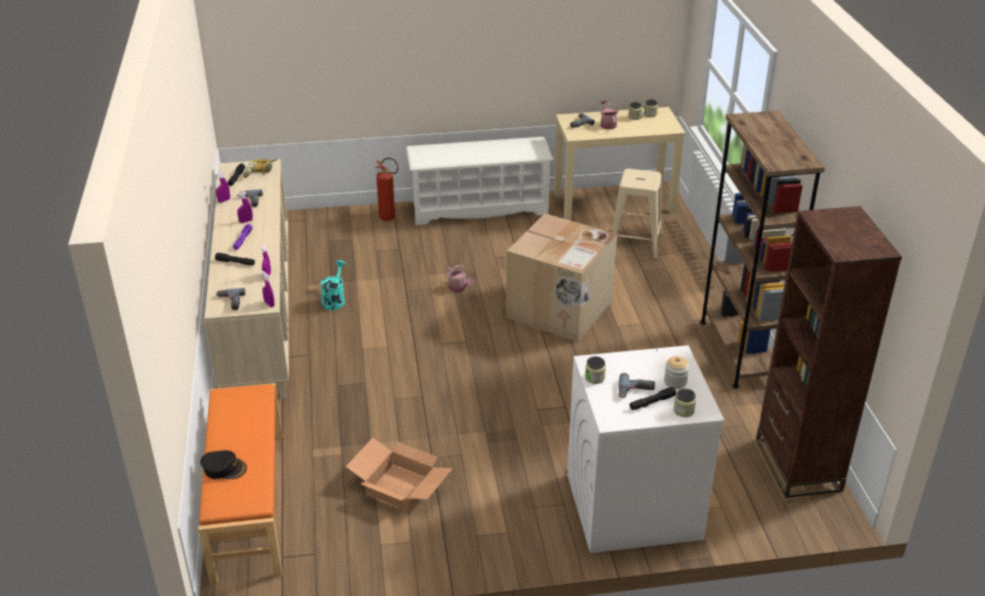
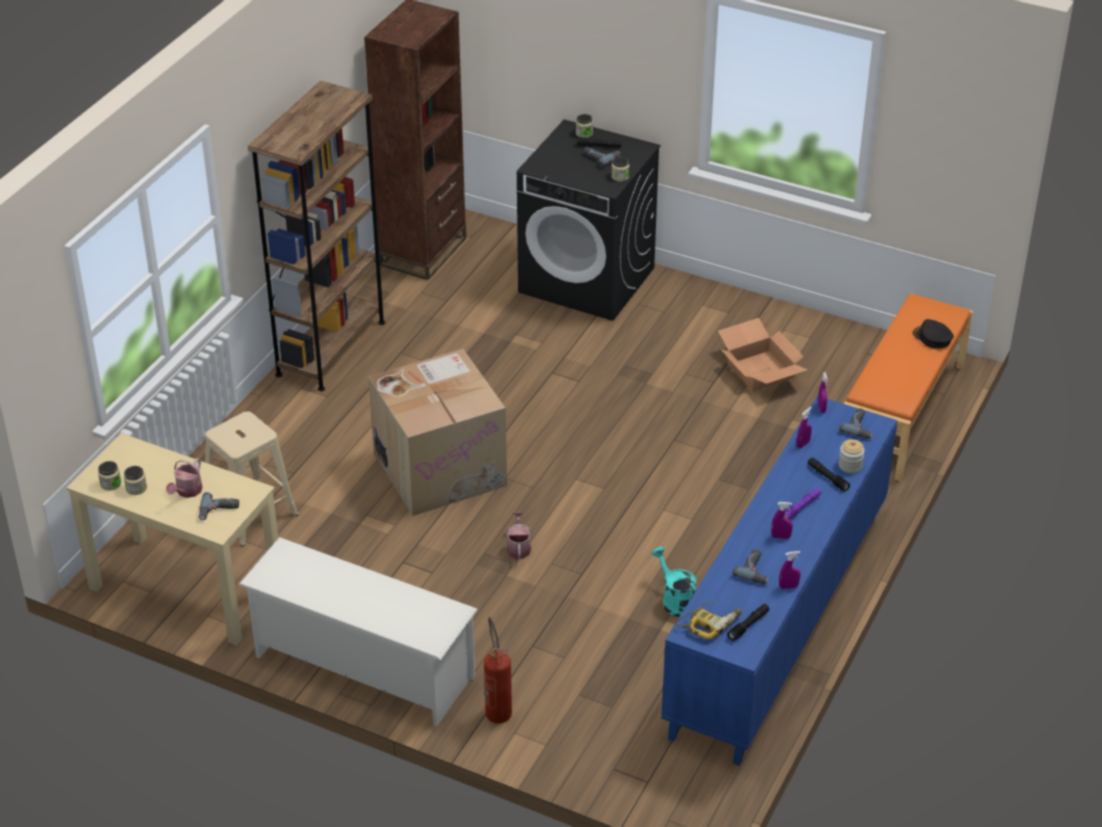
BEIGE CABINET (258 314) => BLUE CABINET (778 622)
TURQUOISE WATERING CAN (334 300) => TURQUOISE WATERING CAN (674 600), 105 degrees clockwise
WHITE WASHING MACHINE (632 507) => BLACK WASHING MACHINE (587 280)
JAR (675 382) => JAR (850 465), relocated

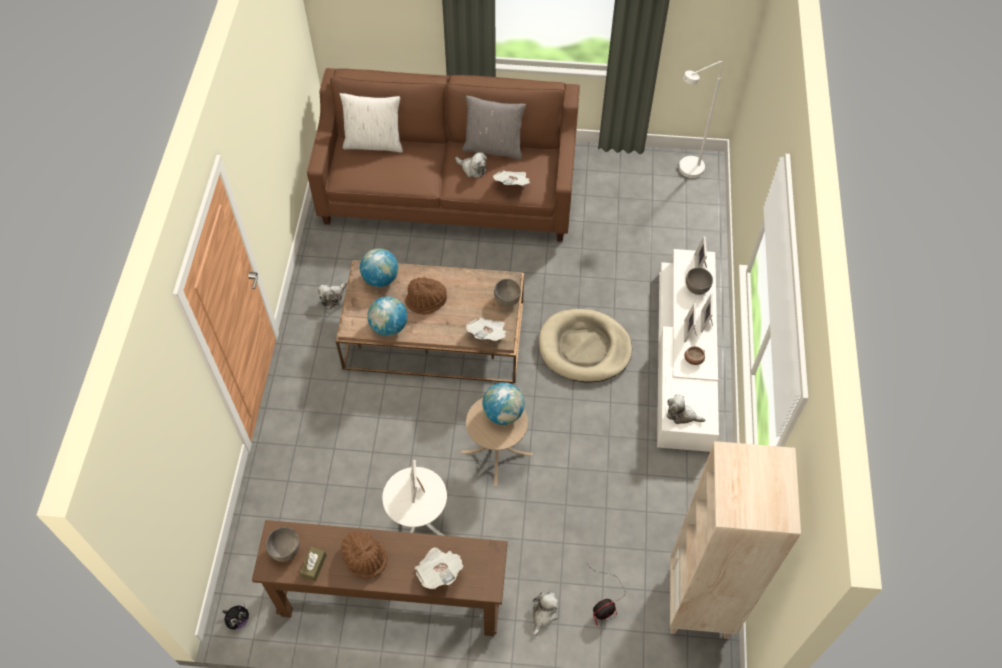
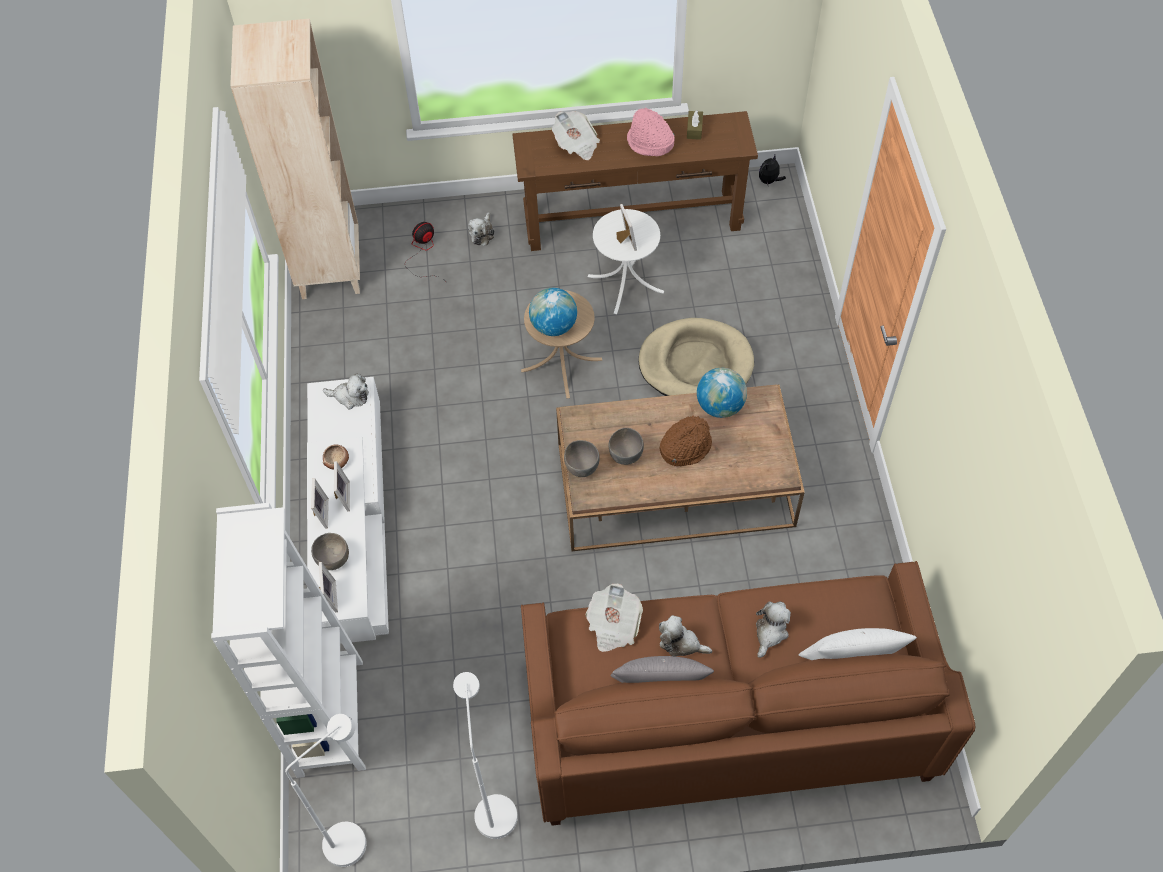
GREY BOWL (285 550) => GREY BOWL (626 455), relocated
PLUSH TOY (333 297) => PLUSH TOY (770 632), relocated
BROWN HAT (365 557) => PINK HAT (649 143)
GLOBE (380 278) => nothing
NEWSPAPER (488 334) => nothing
BEIGE DOG BED (584 348) => BEIGE DOG BED (695 364), relocated
nothing => WHITE BOOKCASE (330 718)
nothing => WHITE FLOOR LAMP (493 805)

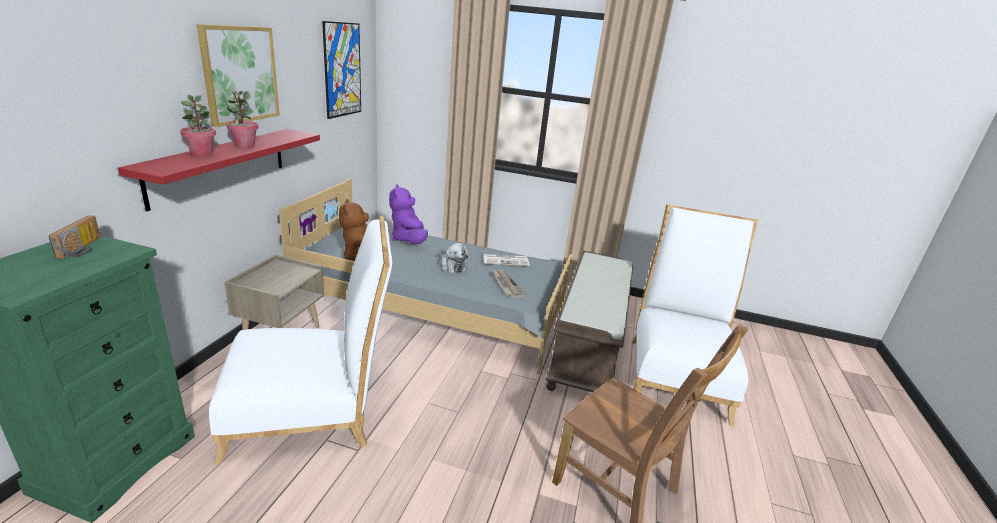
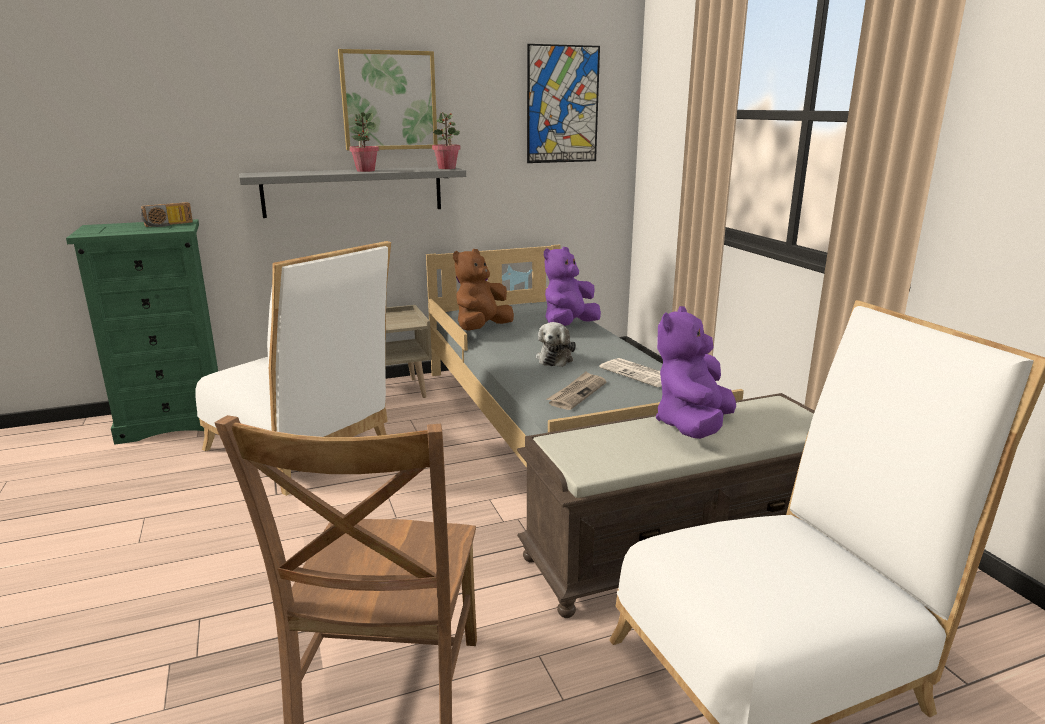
RED SHELF (220 165) => GREY SHELF (353 191)
POTTED PLANT (202 154) => POTTED PLANT (447 168), relocated
nothing => PURPLE PLUSH TOY (692 426)

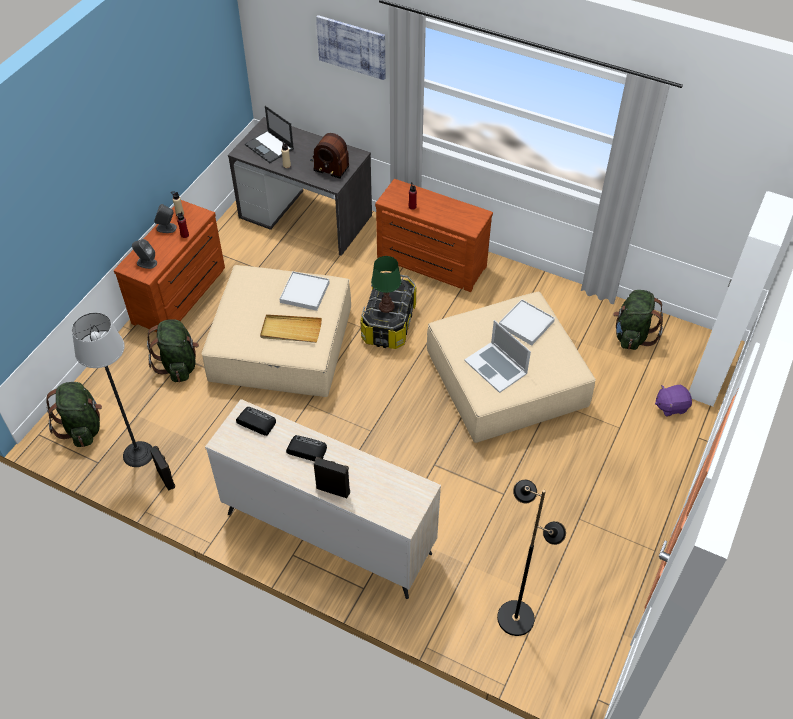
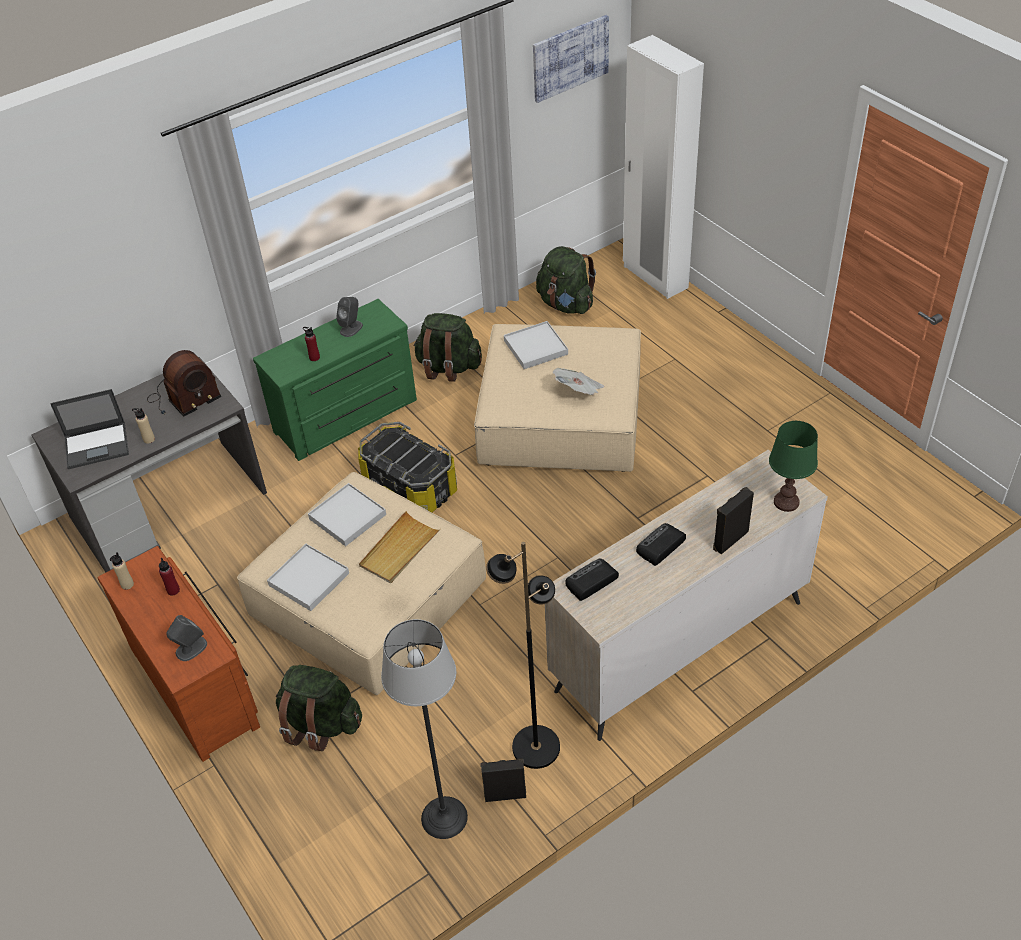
GREEN BACKPACK (83 427) => GREEN BACKPACK (448 367), relocated
GREY SPEAKER (166 228) => GREY SPEAKER (351 328), relocated
PICTURE (352 46) => PICTURE (570 58), relocated
GREEN TABLE LAMP (386 306) => GREEN TABLE LAMP (786 502), relocated
BROWN DRESSER (430 264) => GREEN DRESSER (347 417)
LAPTOP (496 367) => NEWSPAPER (579 391)
BLACK FLOOR LAMP (515 617) => BLACK FLOOR LAMP (535 747), relocated
PURPLE PLUSH TOY (671 406) => nothing
nothing => WHITE TRAY (309 579)

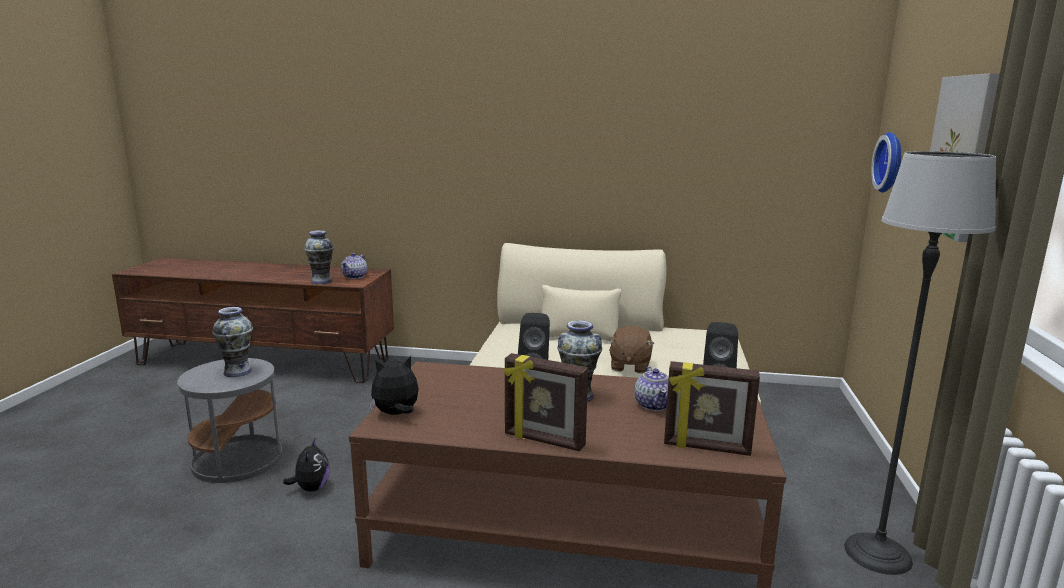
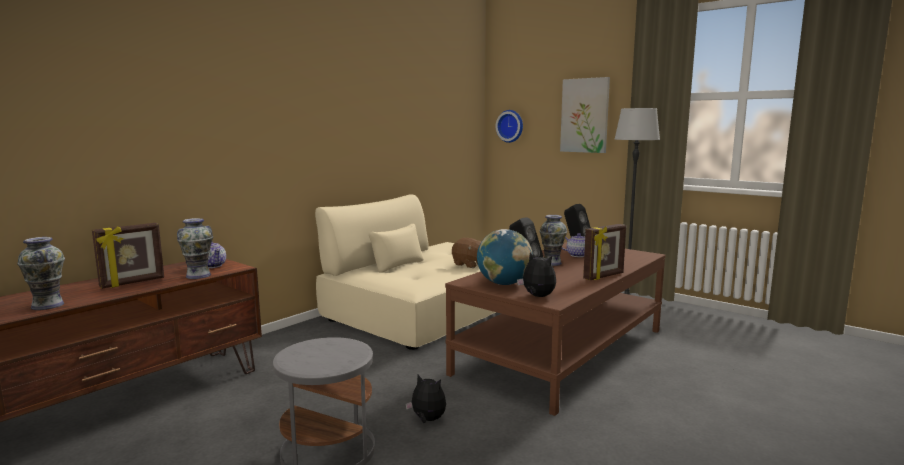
VASE (237 371) => VASE (47 305), relocated
PLUSH TOY (396 414) => PLUSH TOY (537 297), 120 degrees clockwise
PICTURE FRAME (706 448) => PICTURE FRAME (133 283), relocated
nothing => GLOBE (504 284)

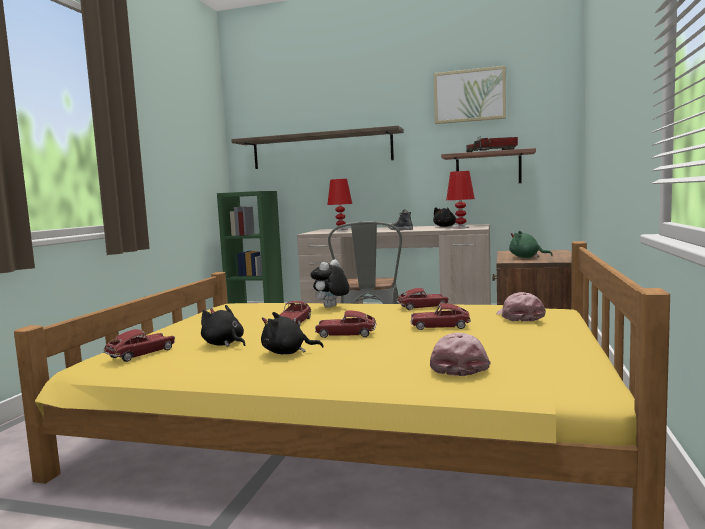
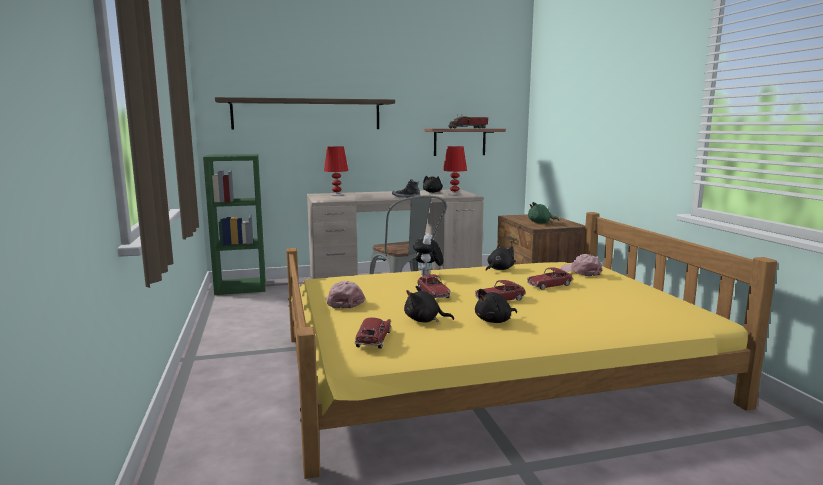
TOY CAR (422 307) => BLACK PLUSH TOY (499 269)
PINK CAP (458 365) => PINK CAP (343 302), relocated
PICTURE (469 96) => nothing

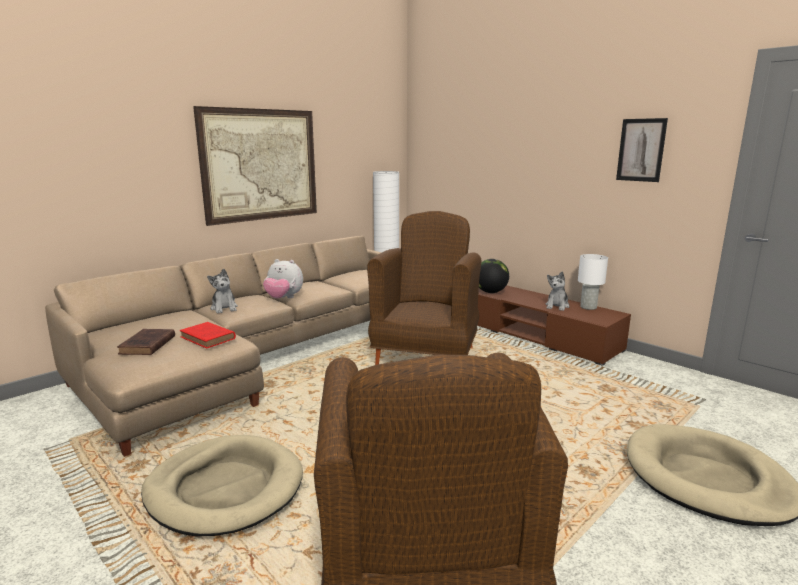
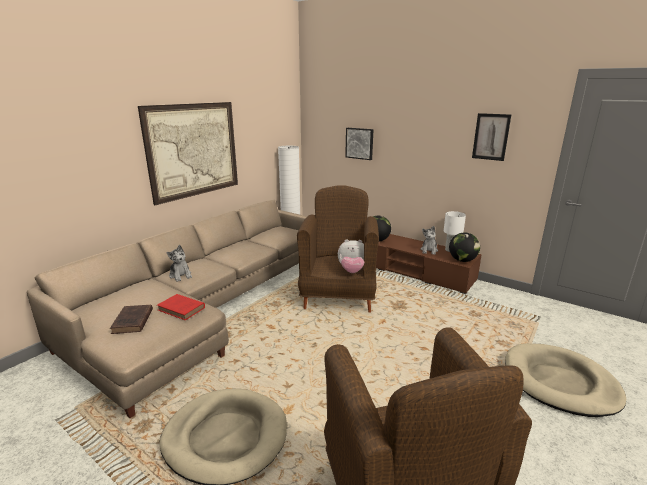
PLUSH TOY (283 298) => PLUSH TOY (352 271), relocated
nothing => PICTURE (359 143)
nothing => GLOBE (462 260)

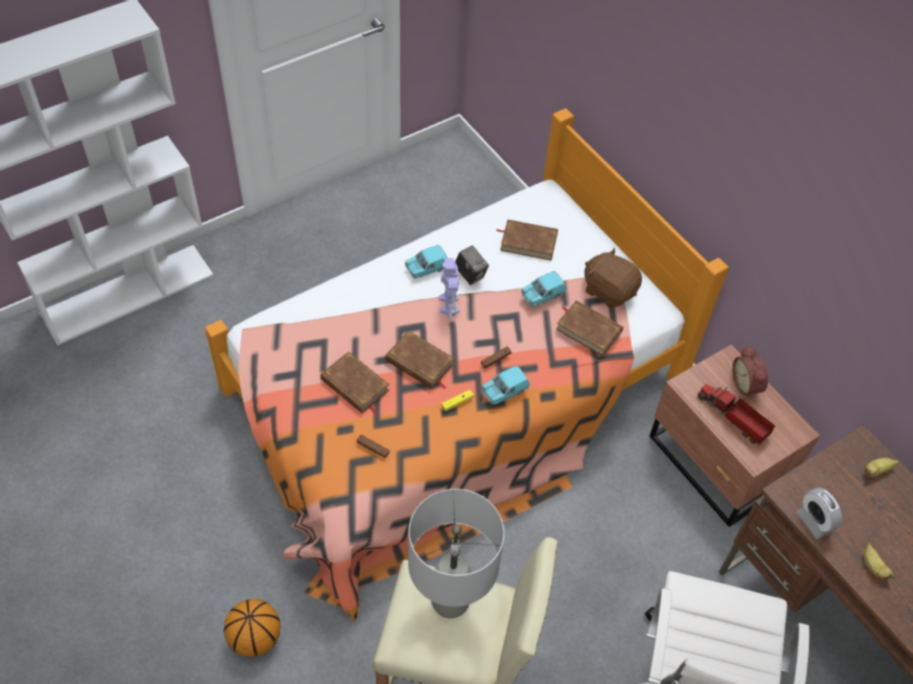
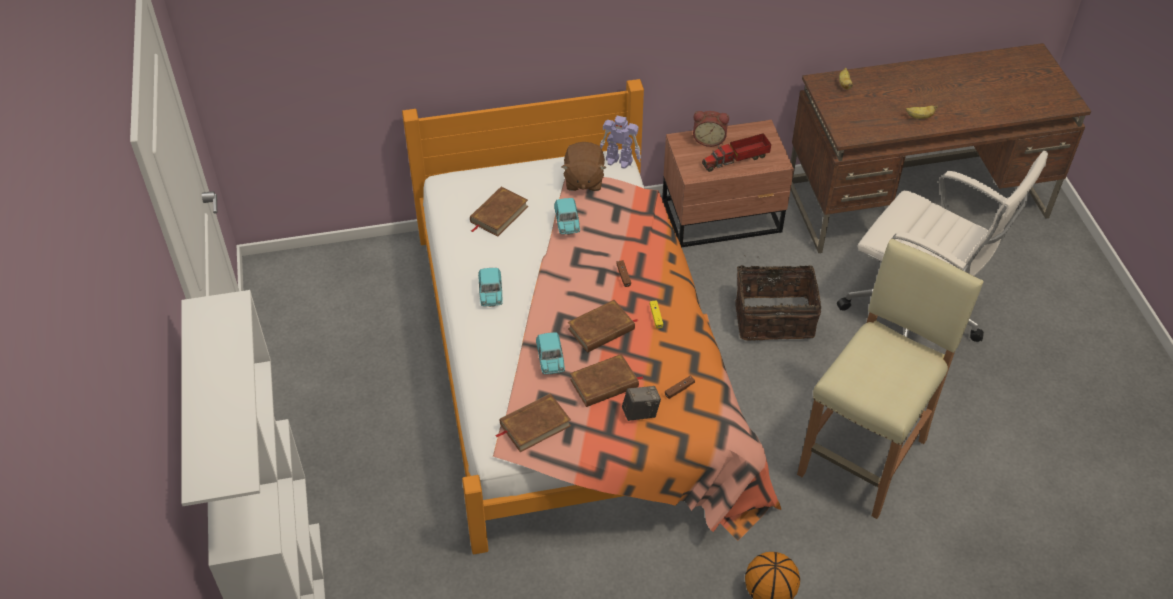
GREY TABLE LAMP (449 601) => nothing
TOY ROBOT (449 305) => TOY ROBOT (619 161), relocated
PHOTO CAMERA (470 274) => PHOTO CAMERA (640 413), relocated
TURQUOISE TOY CAR (504 391) => TURQUOISE TOY CAR (550 360), relocated
BROWN BOOK (588 330) => BROWN BOOK (534 425), relocated
BROWN PLUSH TOY (609 290) => BROWN PLUSH TOY (583 180), 60 degrees counterclockwise
ALARM CLOCK (814 522) => nothing
nothing => BASKET (773 316)

